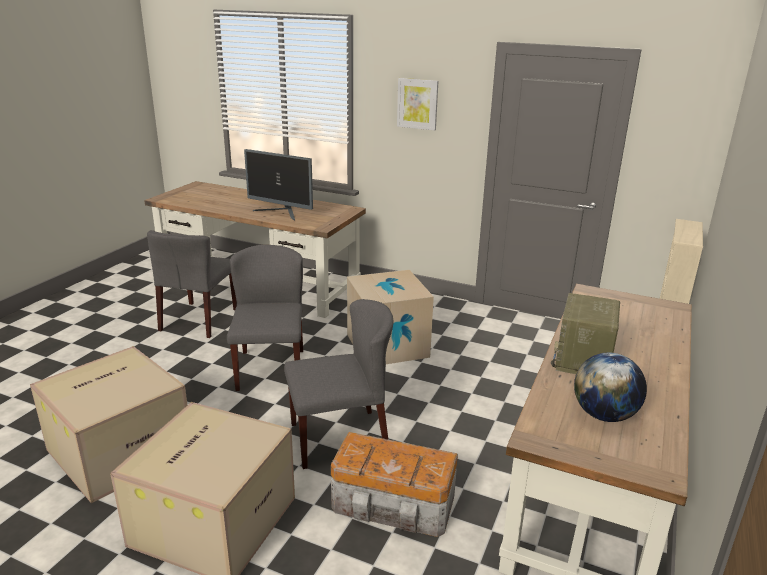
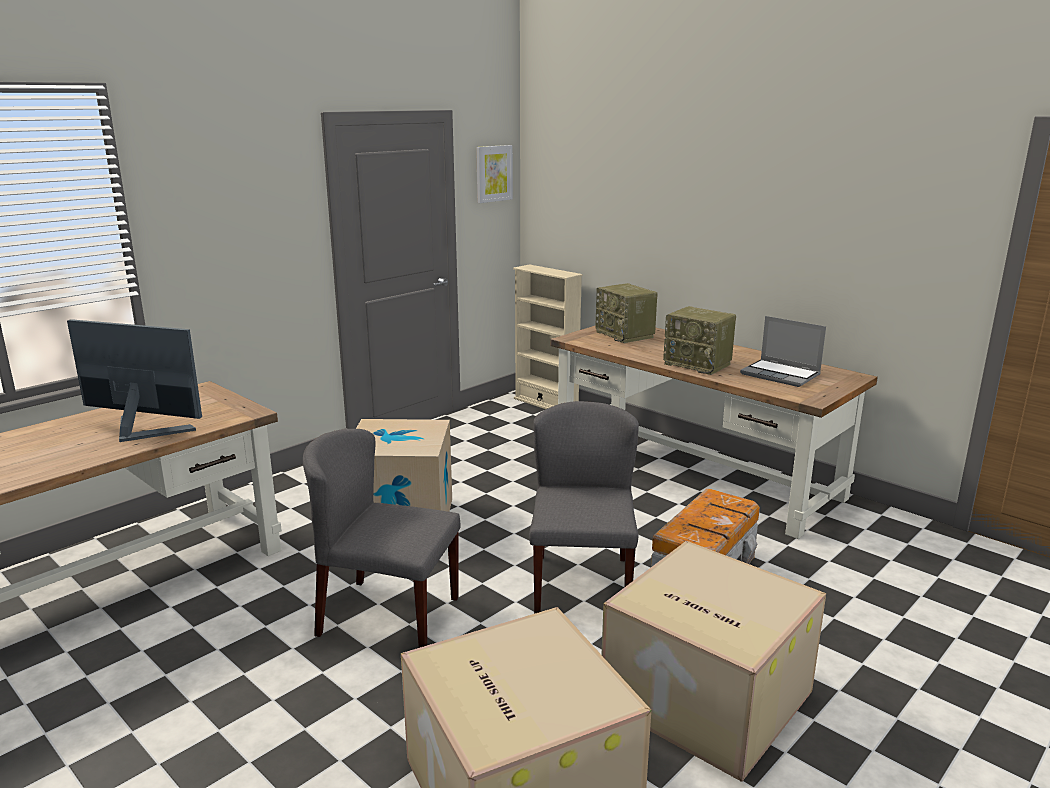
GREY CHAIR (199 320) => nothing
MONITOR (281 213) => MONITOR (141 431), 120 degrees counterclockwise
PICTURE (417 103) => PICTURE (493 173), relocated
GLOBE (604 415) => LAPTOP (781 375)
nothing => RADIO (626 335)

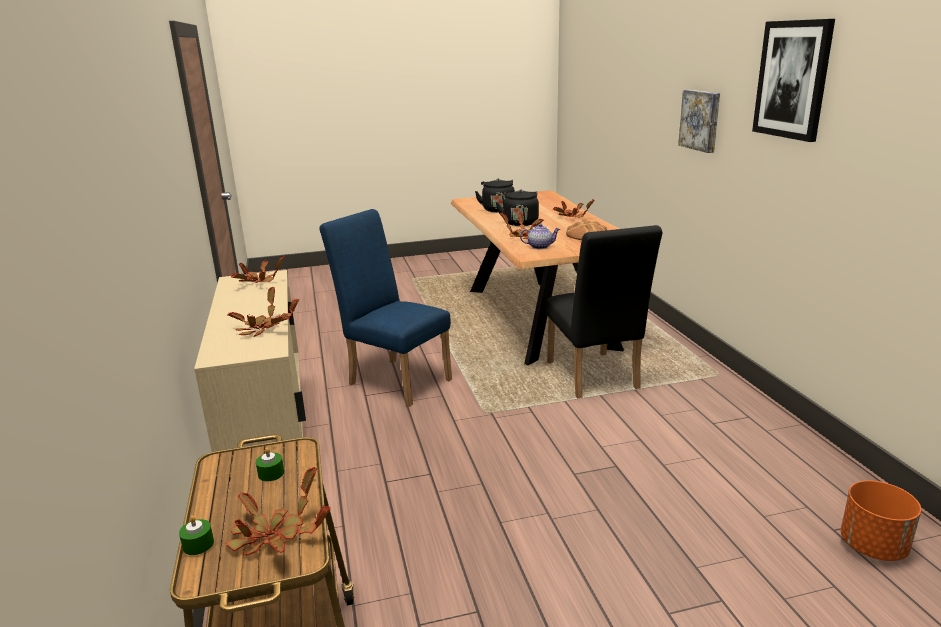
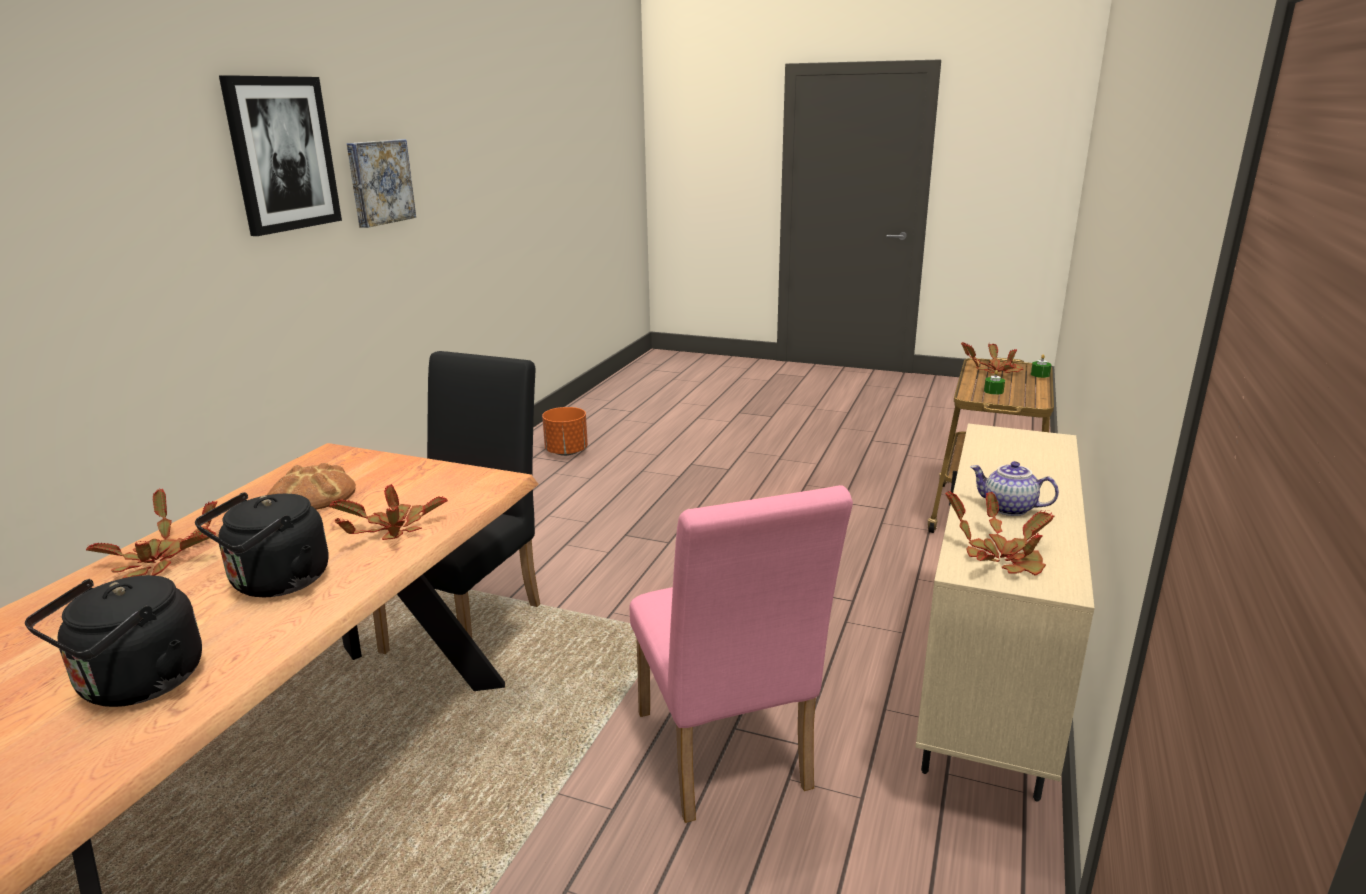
POTTED PLANT (263 328) => nothing
BLUE CHAIR (395 379) => PINK CHAIR (725 760)
TEAPOT (540 246) => TEAPOT (1008 509), relocated
PICTURE (701 120) => PICTURE (379 182), relocated

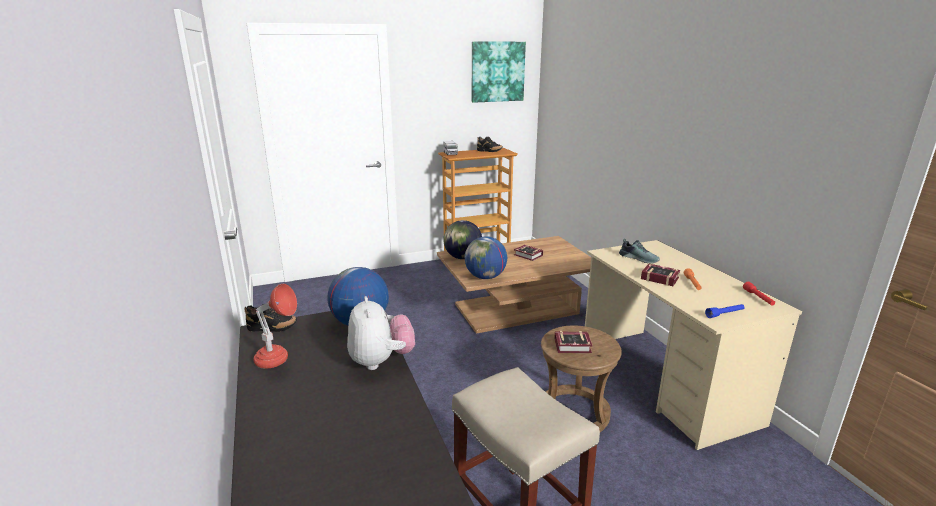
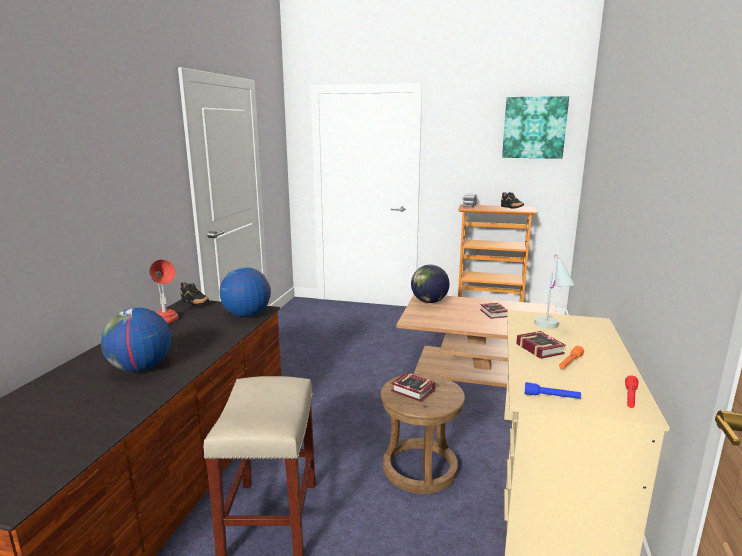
PLUSH TOY (381 361) => nothing
GLOBE (485 277) => GLOBE (140 368), relocated
SHOE (639 258) => WHITE TABLE LAMP (551 328)

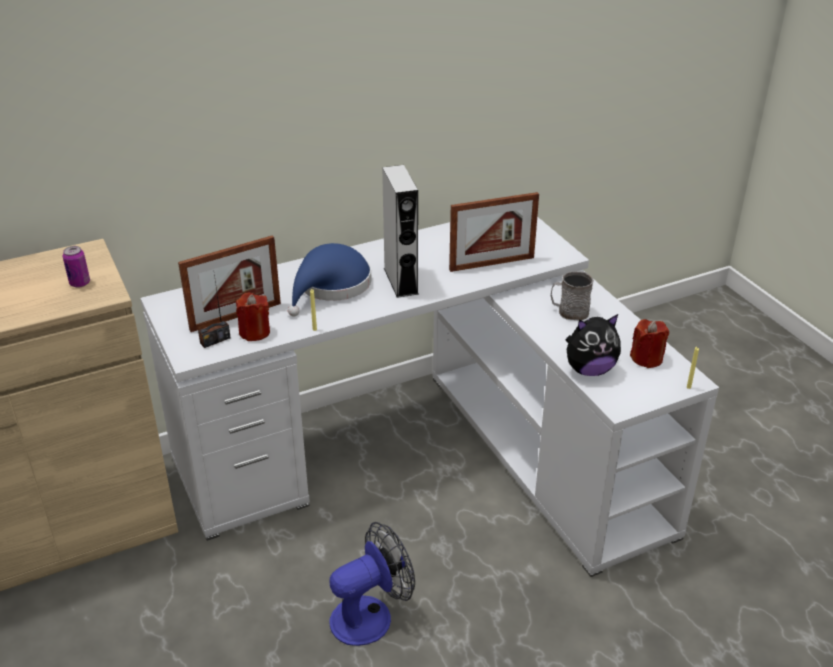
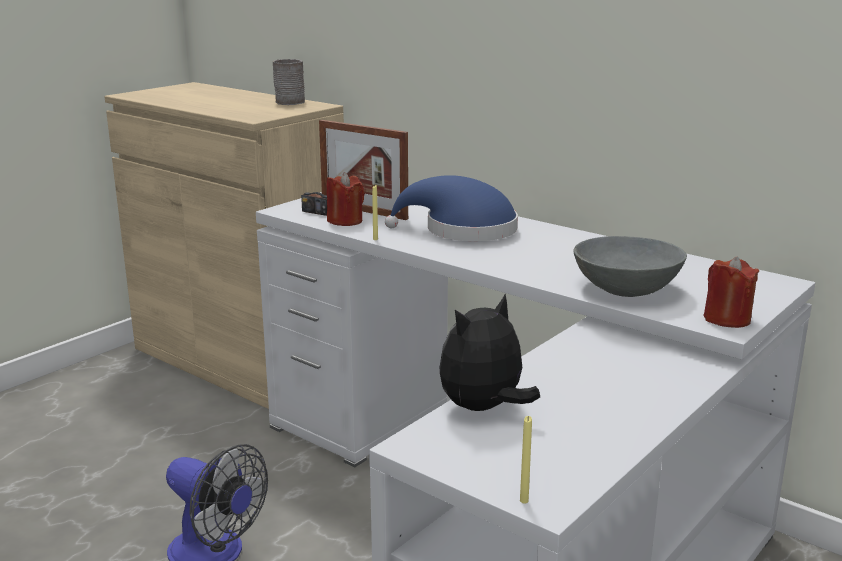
CAN (80 283) => nothing
GREY SPEAKER (401 281) => nothing
PICTURE FRAME (492 263) => GREY BOWL (627 289)
GREY MUG (569 312) => GREY MUG (289 101), relocated
PLUSH TOY (589 369) => PLUSH TOY (483 409), 90 degrees clockwise
RED CANDLE (647 358) => RED CANDLE (727 319), relocated

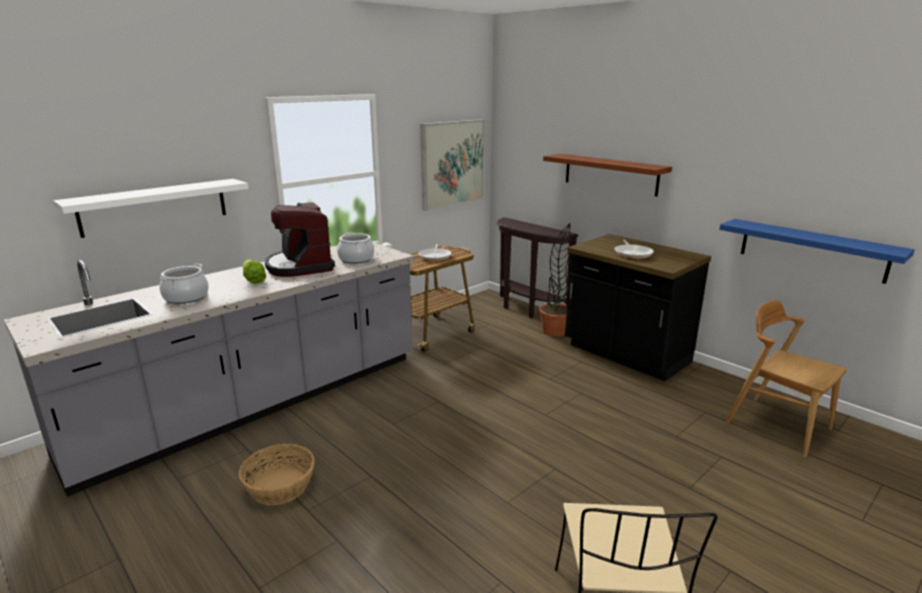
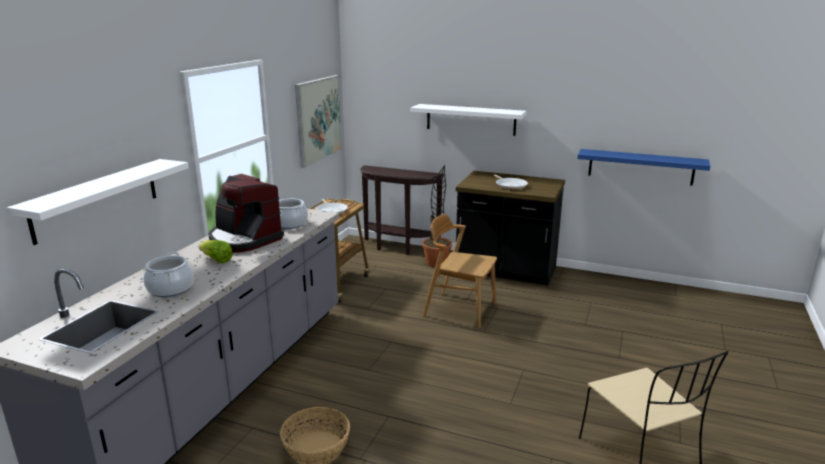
BROWN SHELF (610 174) => WHITE SHELF (470 119)
BROWN CHAIR (777 425) => BROWN CHAIR (459 309), relocated

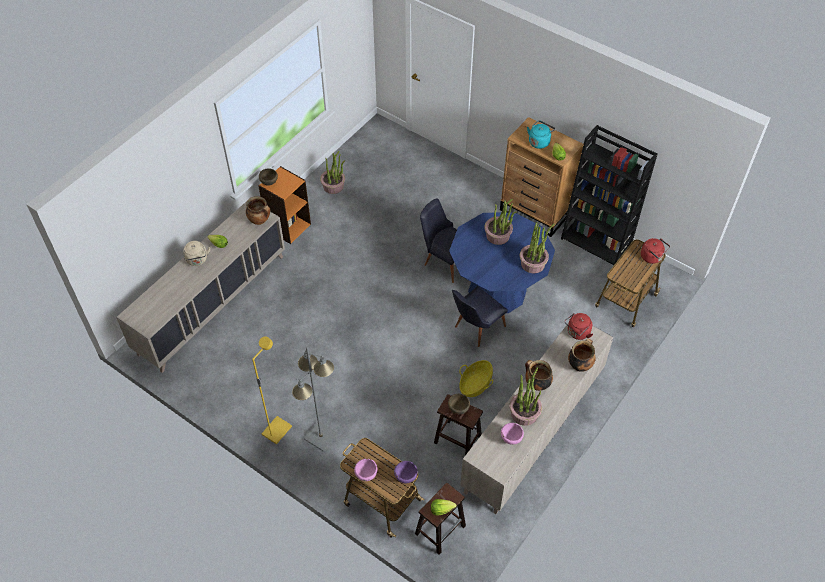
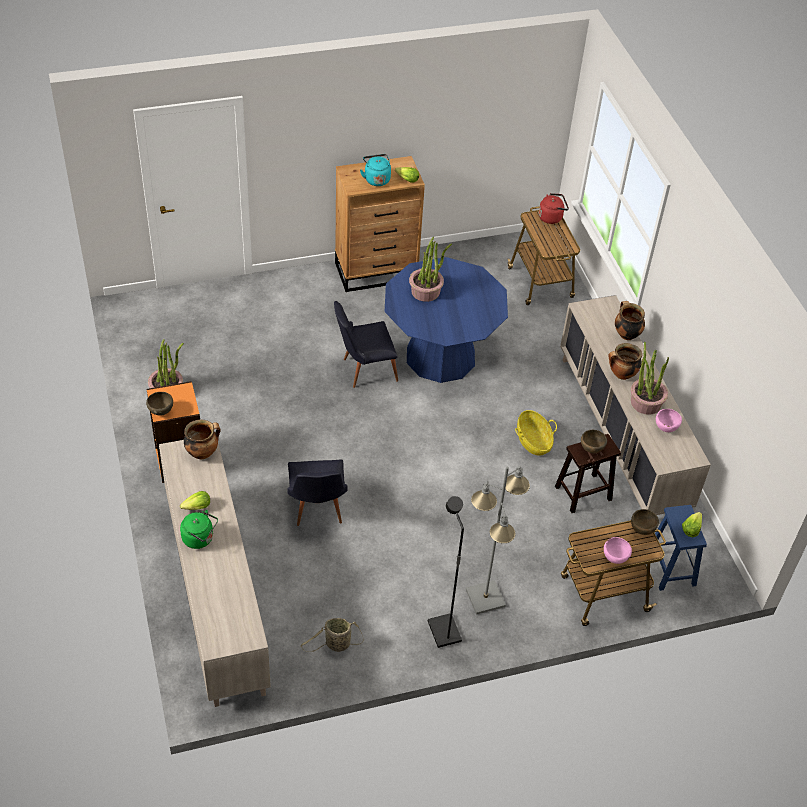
BEIGE KETTLE (197 260) => GREEN KETTLE (200 539)
YELLOW FLOOR LAMP (276 430) => BLACK FLOOR LAMP (443 631)
PURPLE BOWL (405 477) => BROWN BOWL (642 530)
BROWN STOOL (440 529) => BLUE STOOL (670 567)
BLACK CHAIR (475 328) => BLACK CHAIR (317 510), relocated
POTTED PLANT (533 263) => nothing
BLACK BOOKCASE (596 242) => nothing
RED KETTLE (577 333) => nothing
nothing => BASKET (336 645)

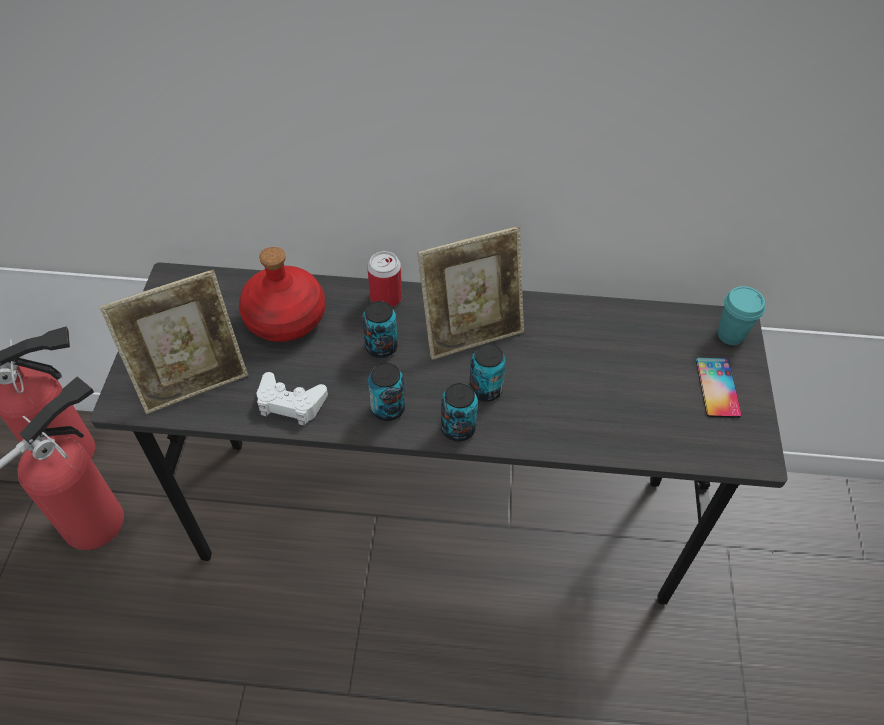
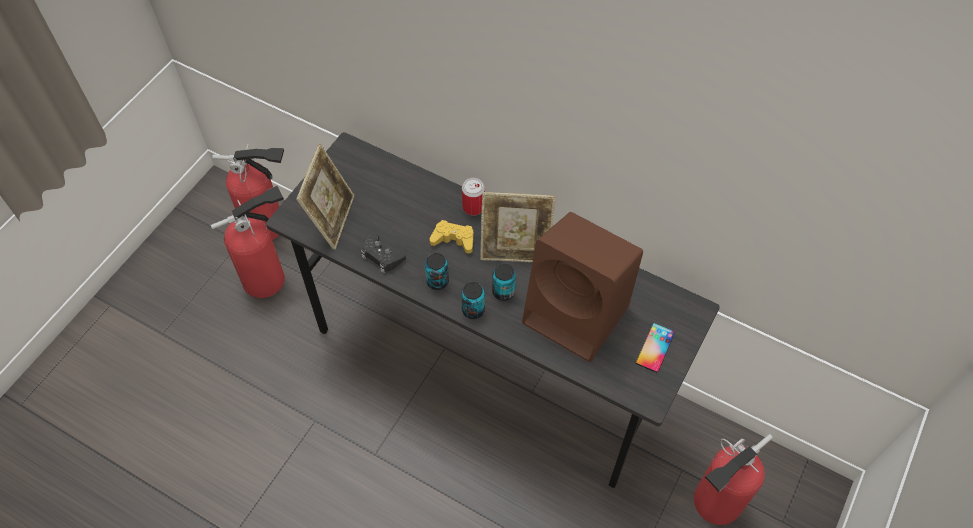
PICTURE FRAME (193 380) => PICTURE FRAME (332 219), 75 degrees counterclockwise
RED BOTTLE (286 317) => nothing
WHITE GAME CONTROLLER (290 403) => BLACK GAME CONTROLLER (382 256)
CAN (381 347) => YELLOW GAME CONTROLLER (453 239)
TURQUOISE CUP (730 335) => nothing
nothing => BROWN SPEAKER (578 315)
nothing => FIRE EXTINGUISHER (713 504)

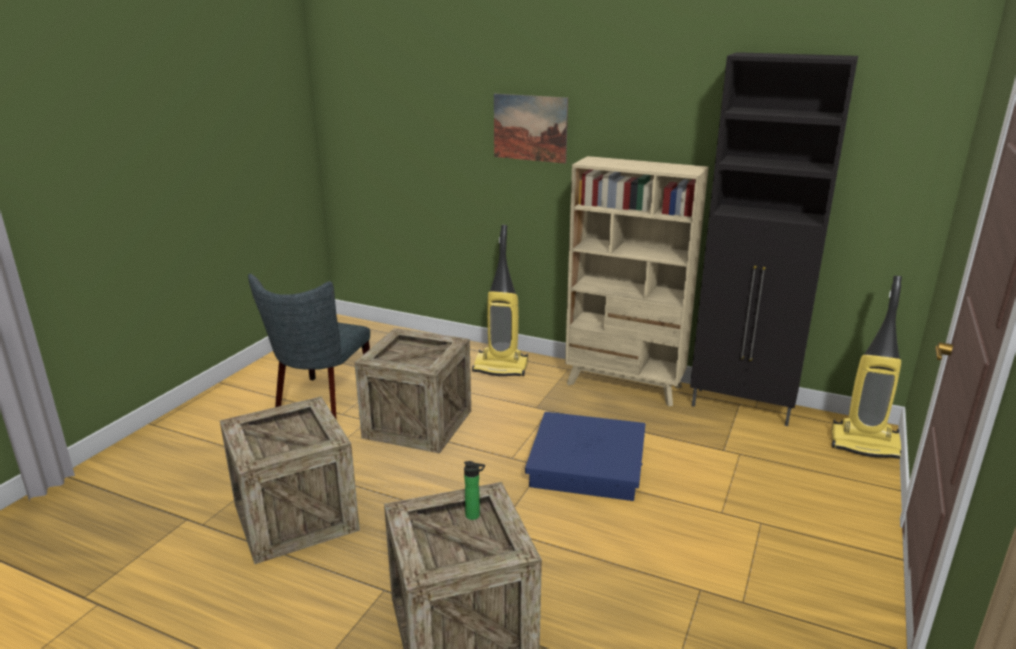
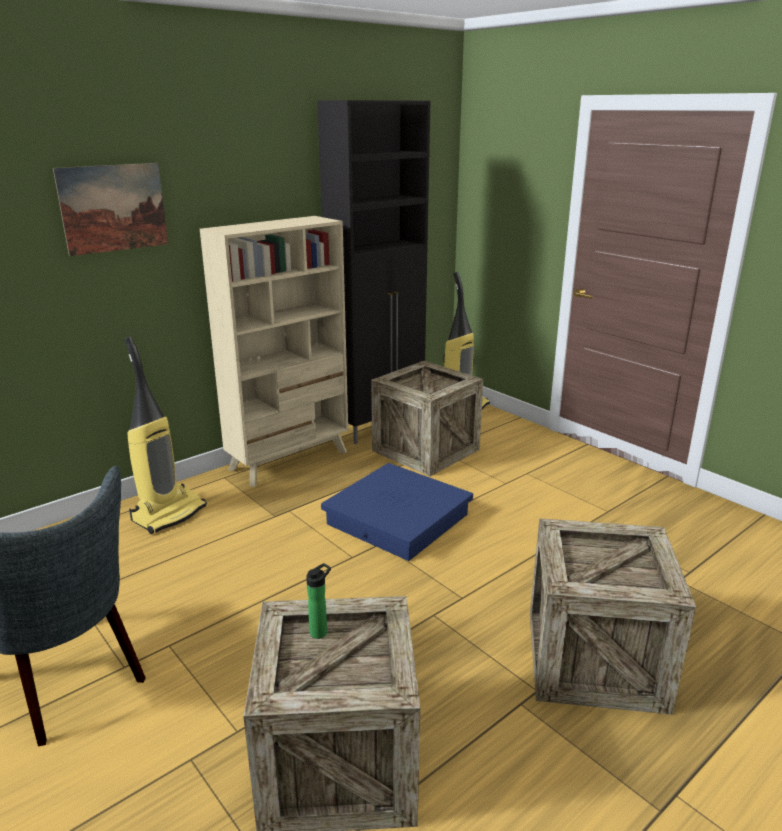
CRATE (418 424) => CRATE (425 450), relocated
BOTTLE (475 516) => BOTTLE (320 631), relocated

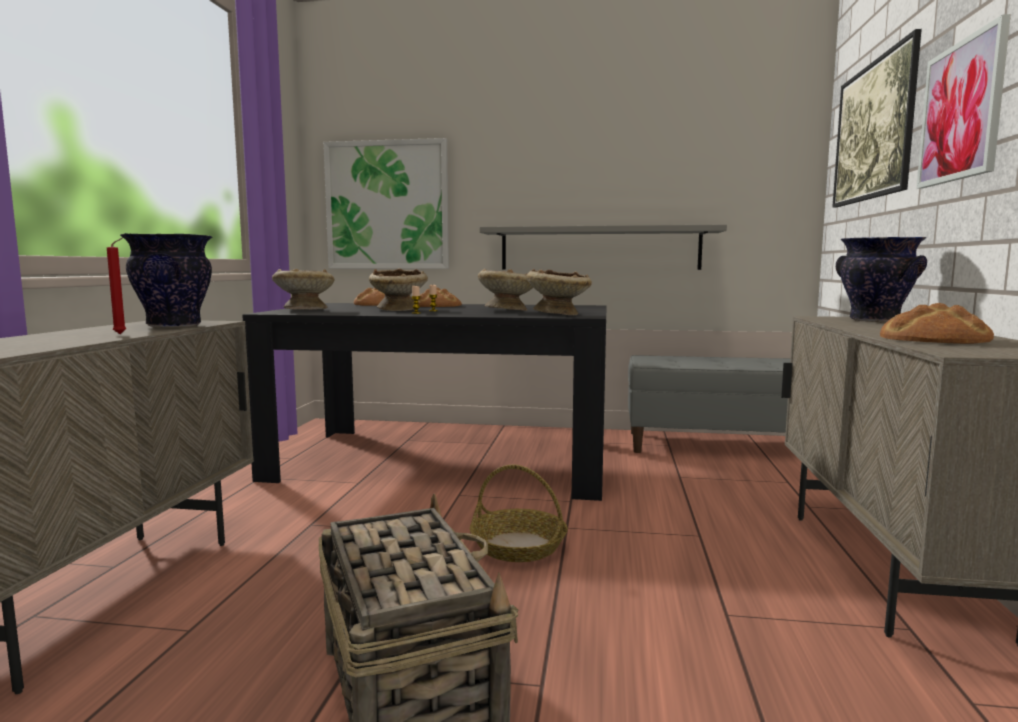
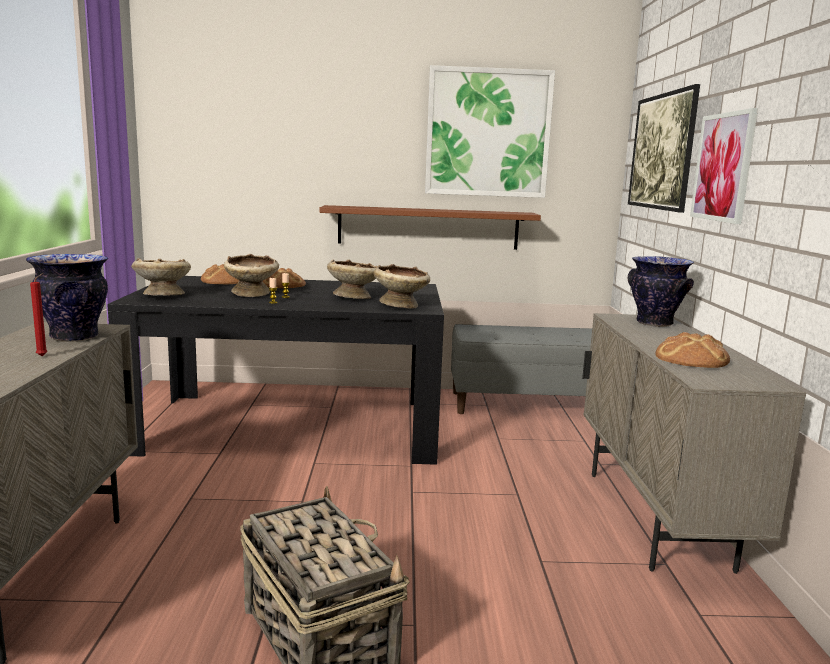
PICTURE (387 205) => PICTURE (488 133), relocated
BASKET (519 546) => nothing
GREY SHELF (599 249) => BROWN SHELF (428 227)

